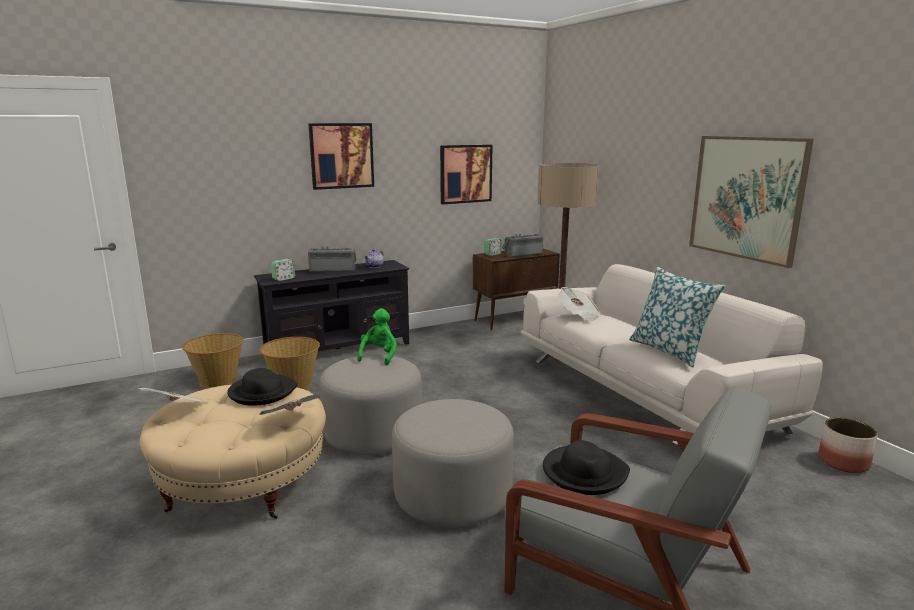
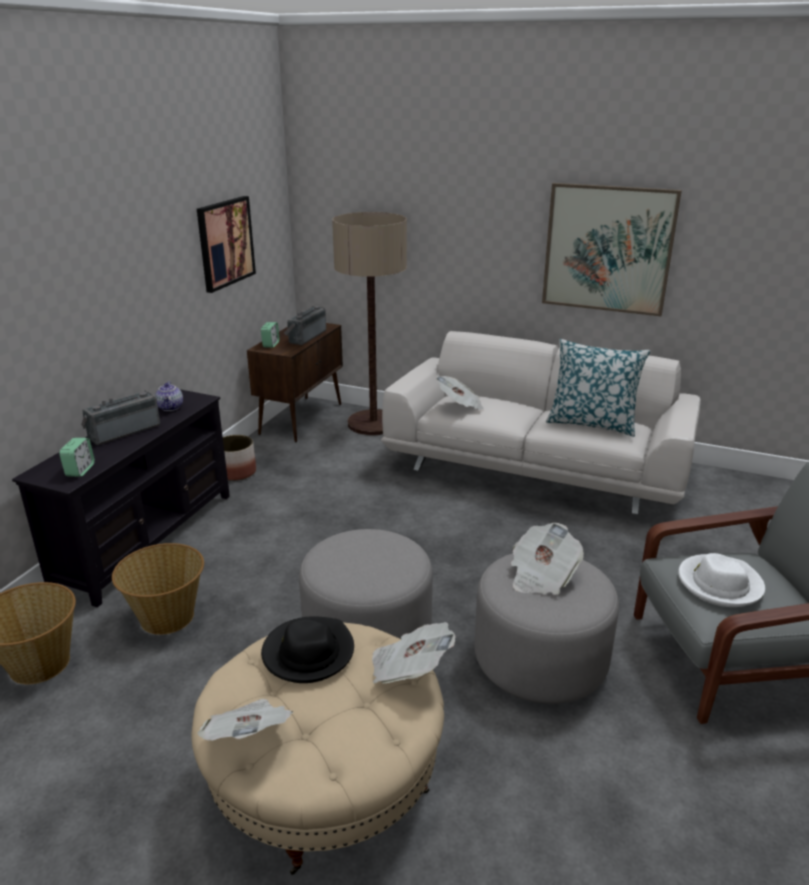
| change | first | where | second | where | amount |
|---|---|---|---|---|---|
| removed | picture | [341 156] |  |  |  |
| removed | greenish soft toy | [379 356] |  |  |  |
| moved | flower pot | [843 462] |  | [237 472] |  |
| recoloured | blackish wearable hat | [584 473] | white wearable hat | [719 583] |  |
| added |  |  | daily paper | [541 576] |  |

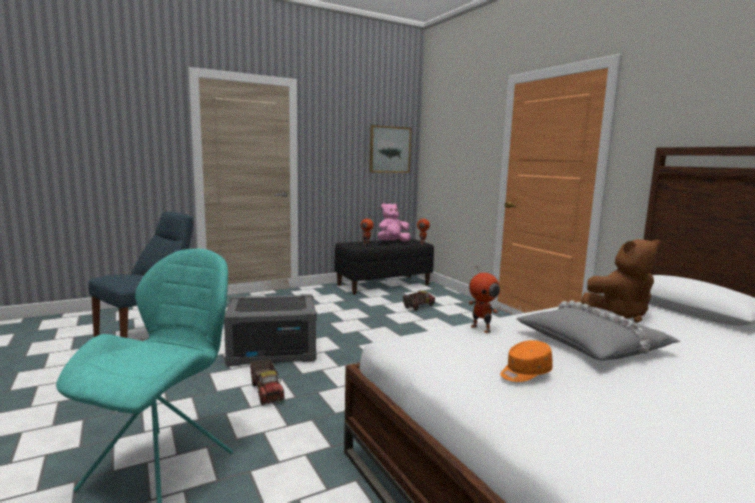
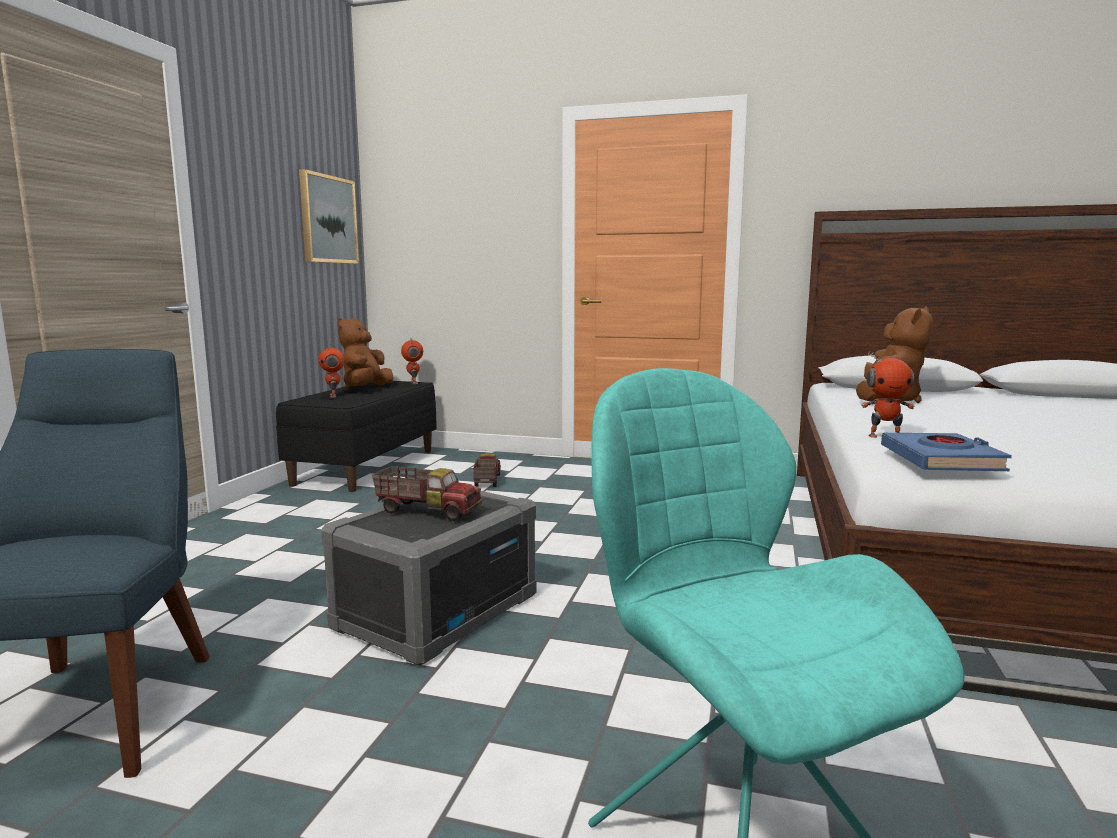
| change | first | where | second | where | amount |
|---|---|---|---|---|---|
| recoloured | pinkish soft toy | [392 242] | brown soft toy | [366 388] |  |
| removed | greyish pillow | [593 343] |  |  |  |
| removed | orange cap | [524 372] |  |  |  |
| moved | toy truck | [267 391] |  | [428 511] |  |
| added |  |  | blue-coloured bound book | [941 460] |  |

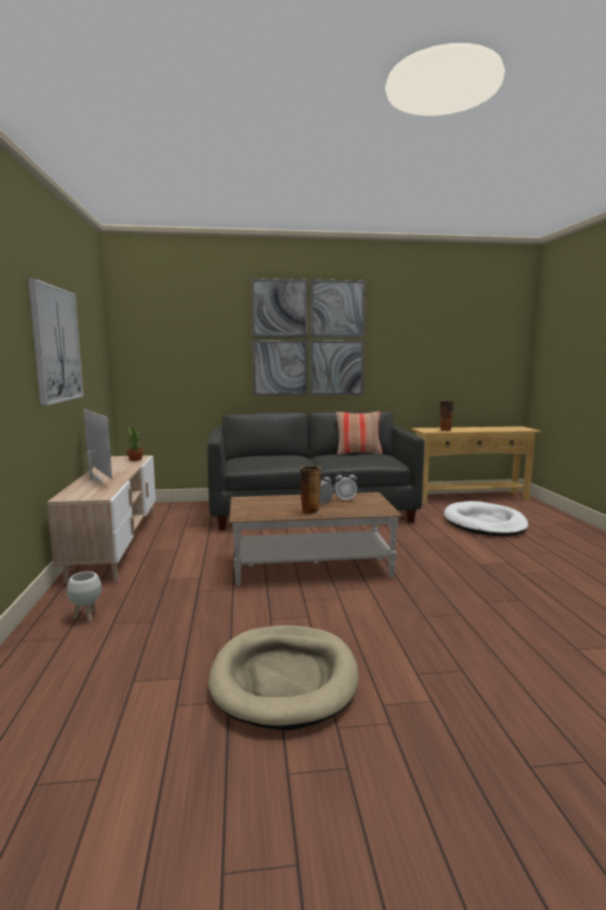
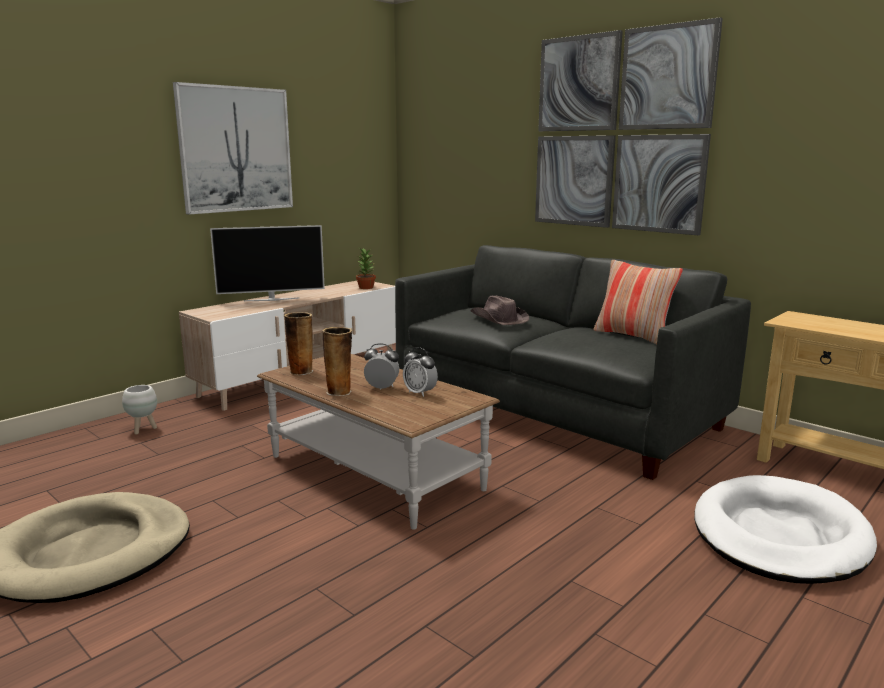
| change | first | where | second | where | amount |
|---|---|---|---|---|---|
| moved | decorative vase | [445 430] |  | [301 371] |  |
| turned | TV | [95 478] |  | [271 299] | 60 degrees clockwise |
| added |  |  | brown wearable hat | [499 319] |  |

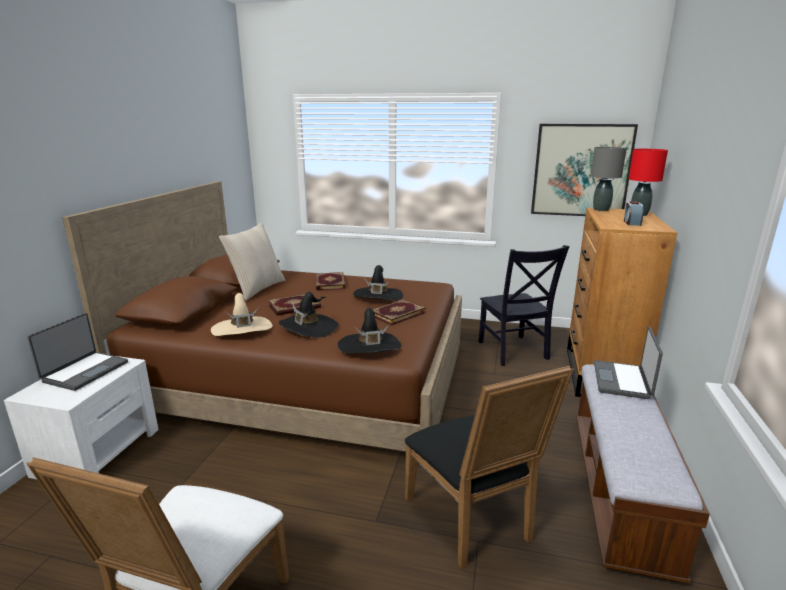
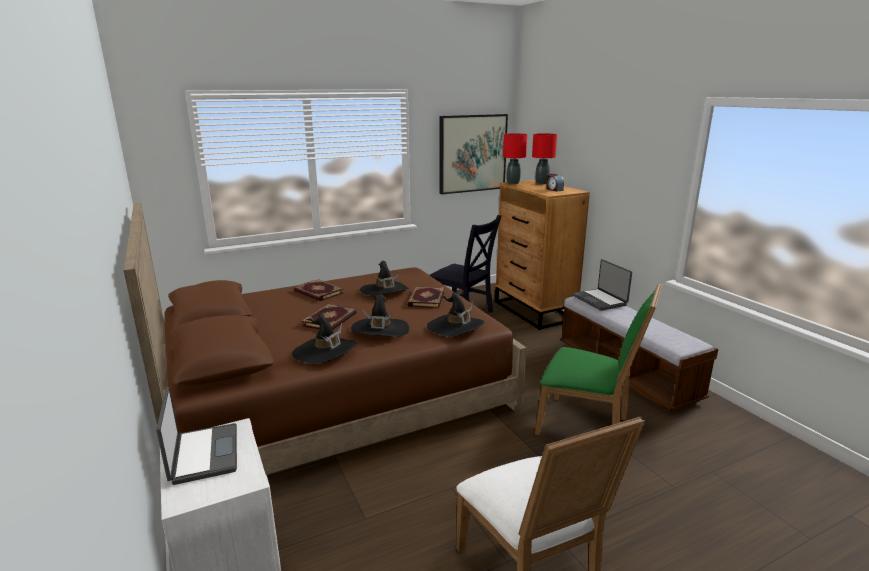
| change | first | where | second | where | amount |
|---|---|---|---|---|---|
| recoloured | greyish lamp for a table | [601 209] | reddish lamp for a table | [513 183] |  |
| removed | beige-coloured pillow | [257 289] |  |  |  |
| recoloured | beige-coloured wearable hat | [242 329] | blackish wearable hat | [325 352] |  |
| recoloured | blackish plain chair | [473 521] | greenish plain chair | [588 425] |  |

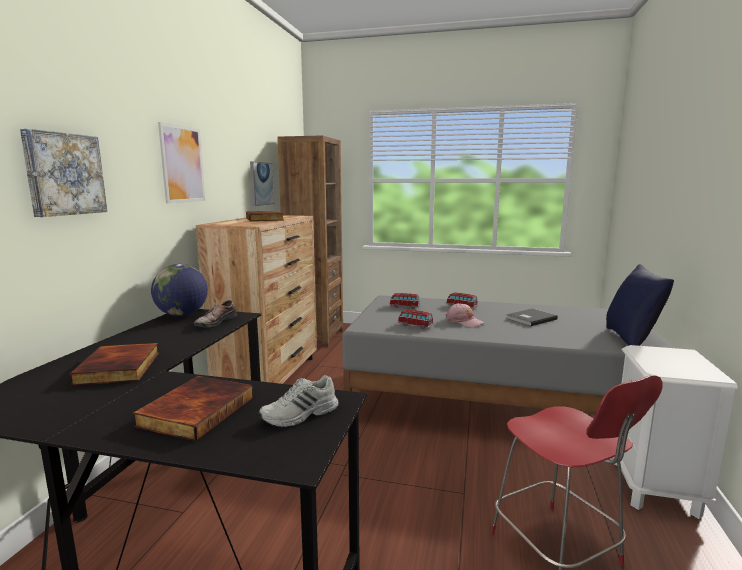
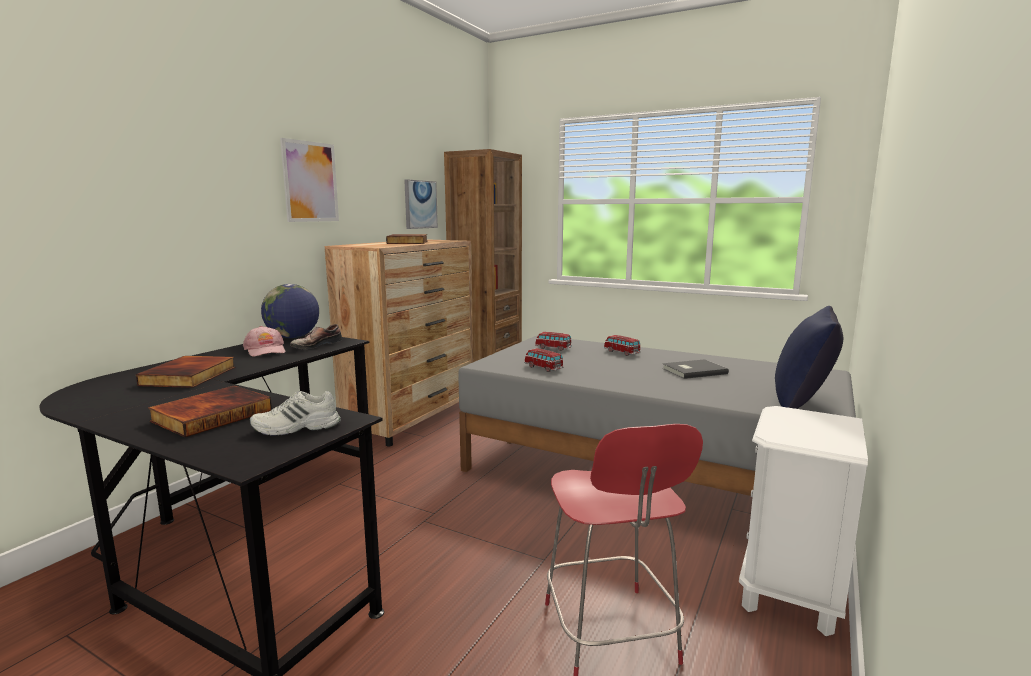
| change | first | where | second | where | amount |
|---|---|---|---|---|---|
| removed | picture | [63 174] |  |  |  |
| moved | pinkish cap | [464 321] |  | [265 350] |  |

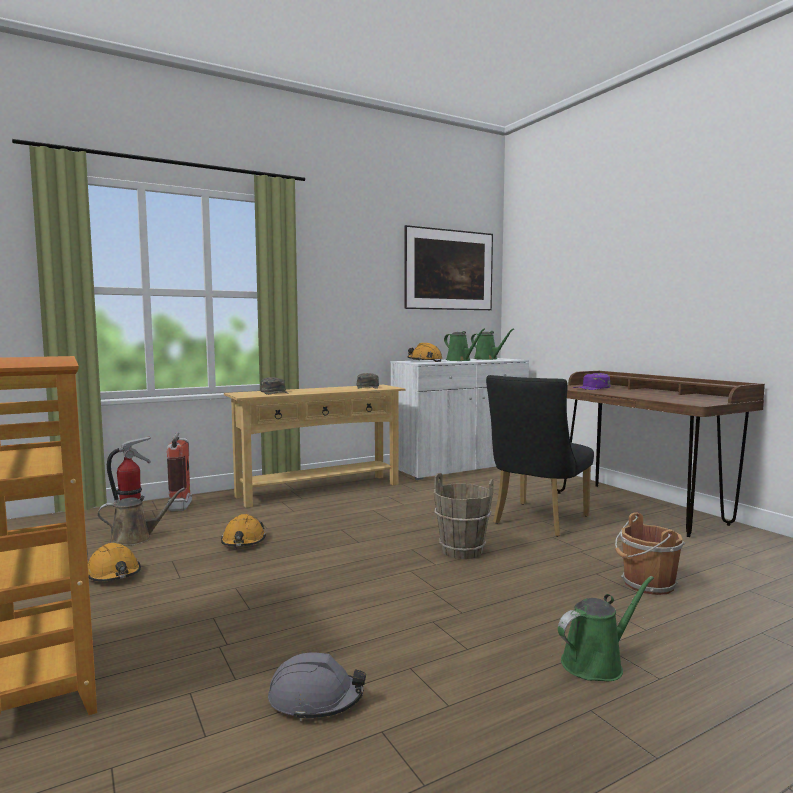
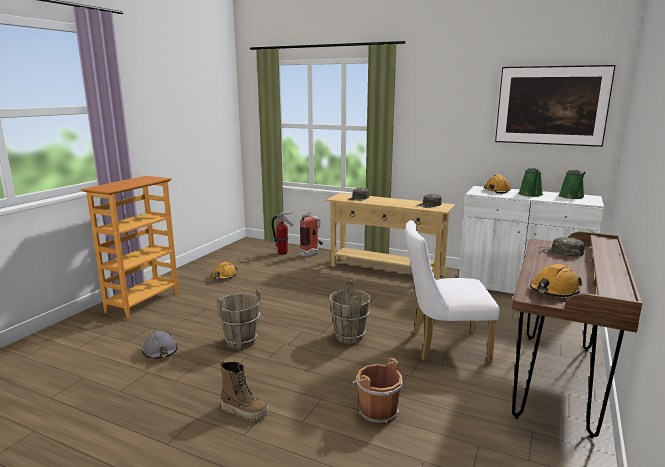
| change | first | where | second | where | amount |
|---|---|---|---|---|---|
| recoloured | purple-coloured cap | [592 388] | greenish cap | [560 252] |  |
| recoloured | blackish plain chair | [537 521] | white plain chair | [443 346] |  |
| removed | brown sprinkling can | [135 538] |  |  |  |
| moved | orange work helmet | [243 542] |  | [554 291] |  |
| replaced | greenish sprinkling can | [596 663] | tall boot | [244 411] |  |
| added |  |  | brown bucket | [241 341] |  |

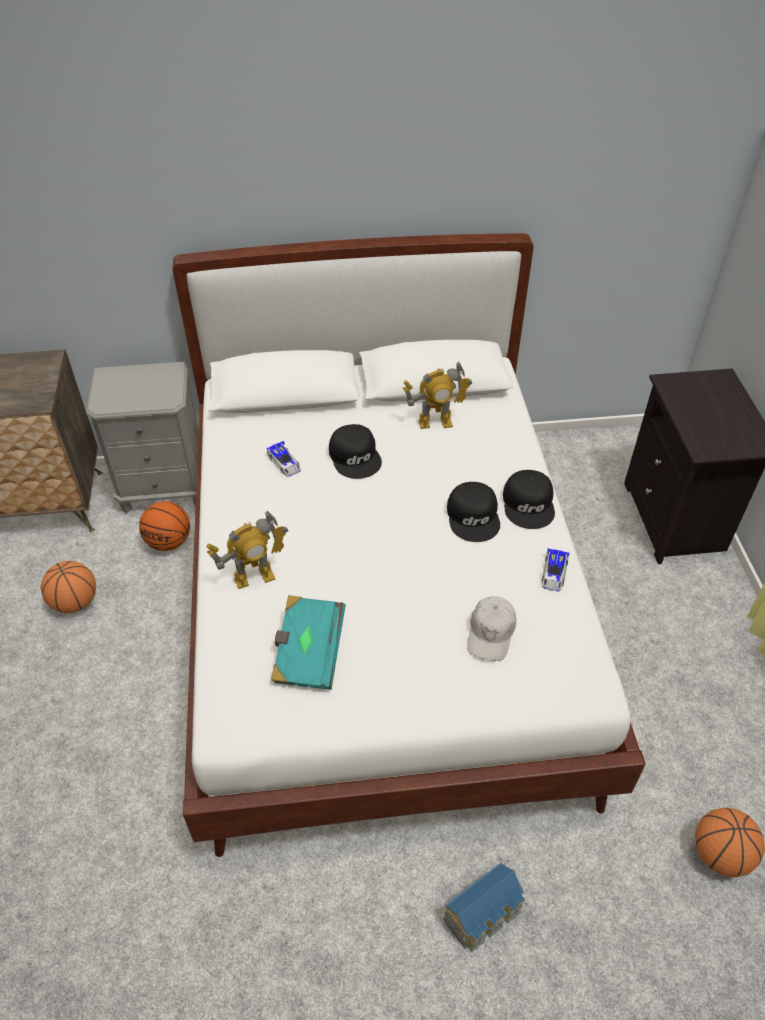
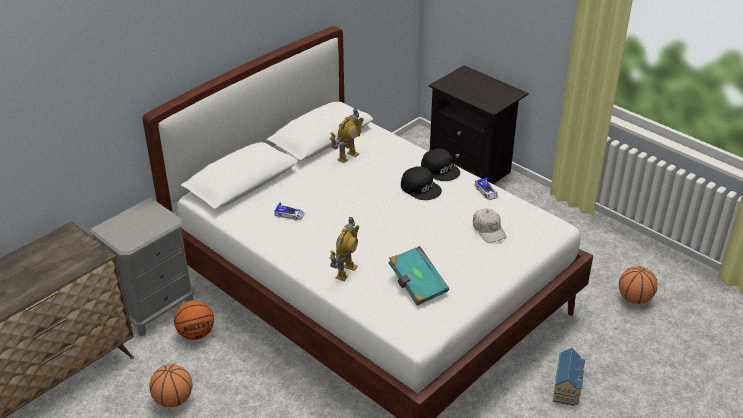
| change | first | where | second | where | amount |
|---|---|---|---|---|---|
| removed | blackish cap | [356 456] |  |  |  |

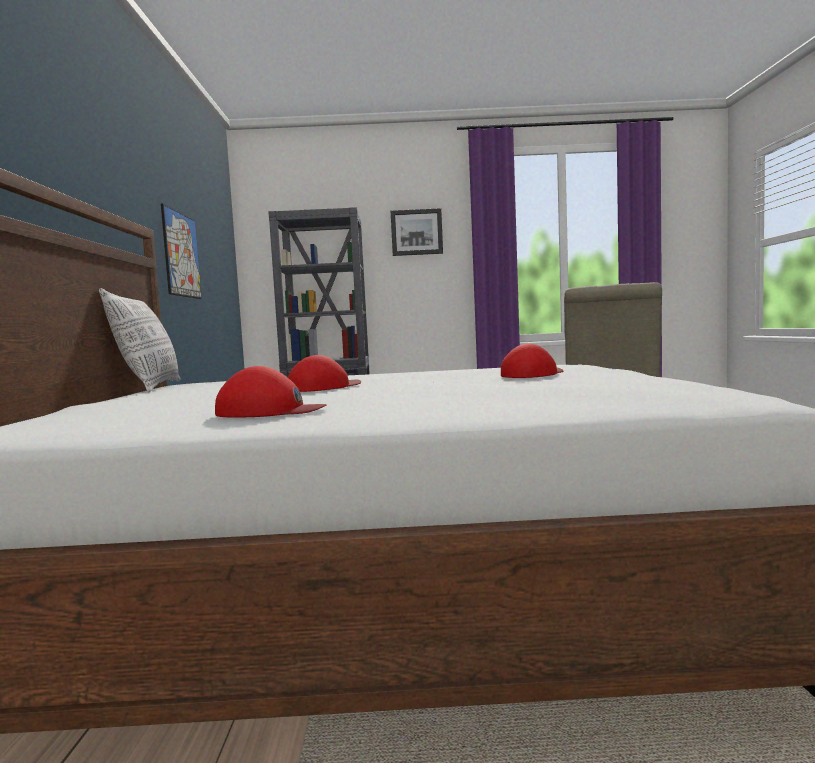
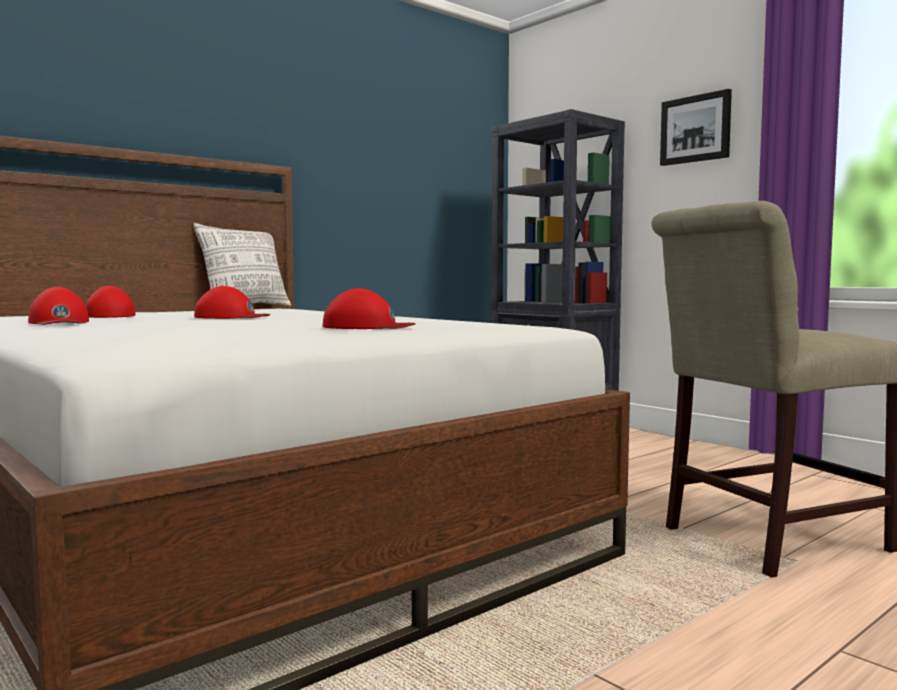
| change | first | where | second | where | amount |
|---|---|---|---|---|---|
| removed | picture | [181 255] |  |  |  |
| added |  |  | reddish cap | [111 315] |  |

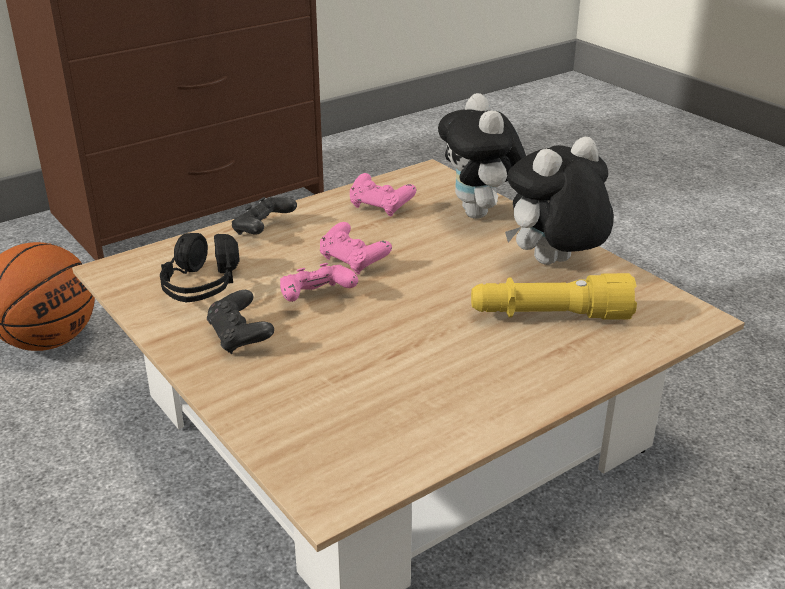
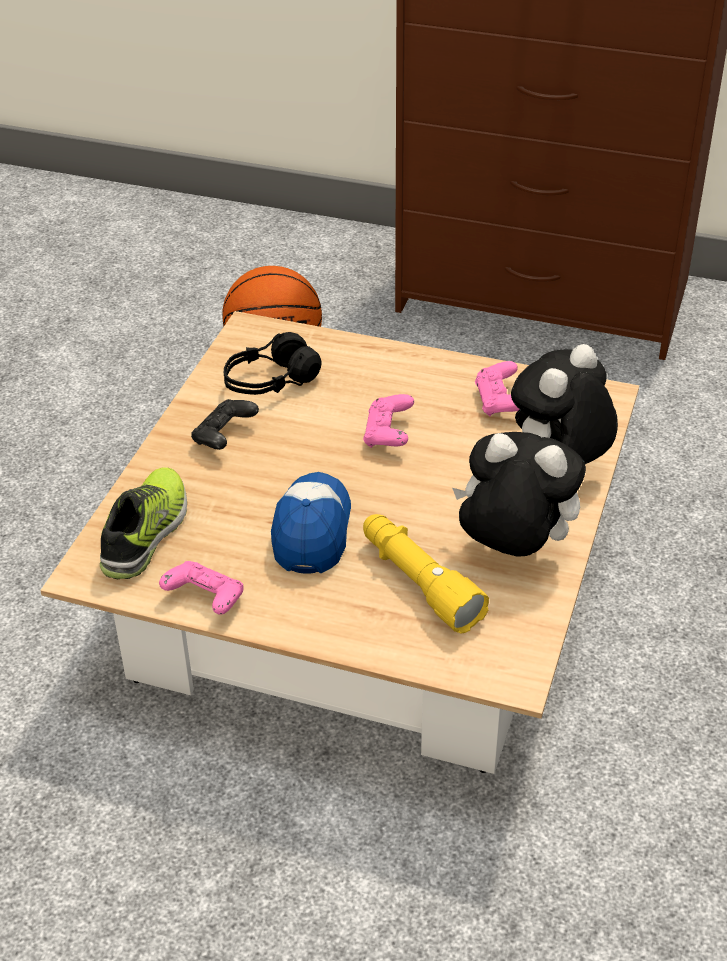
| change | first | where | second | where | amount |
|---|---|---|---|---|---|
| removed | blackish joypad | [263 230] |  |  |  |
| moved | pinkish joypad | [316 298] |  | [206 599] |  |
| added |  |  | shoe | [147 532] |  |
| added |  |  | cap | [312 530] |  |

